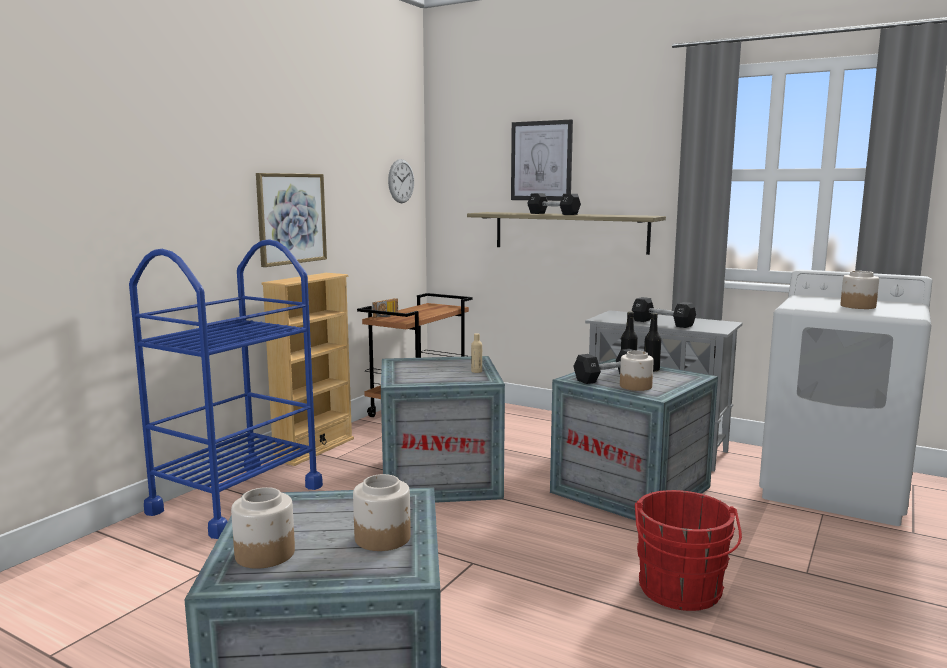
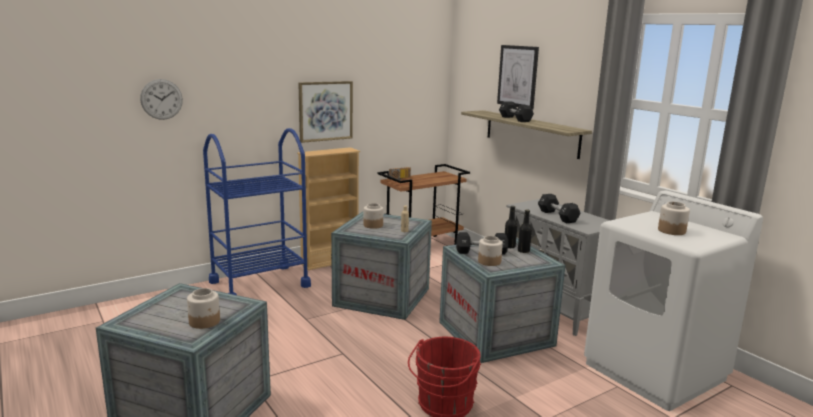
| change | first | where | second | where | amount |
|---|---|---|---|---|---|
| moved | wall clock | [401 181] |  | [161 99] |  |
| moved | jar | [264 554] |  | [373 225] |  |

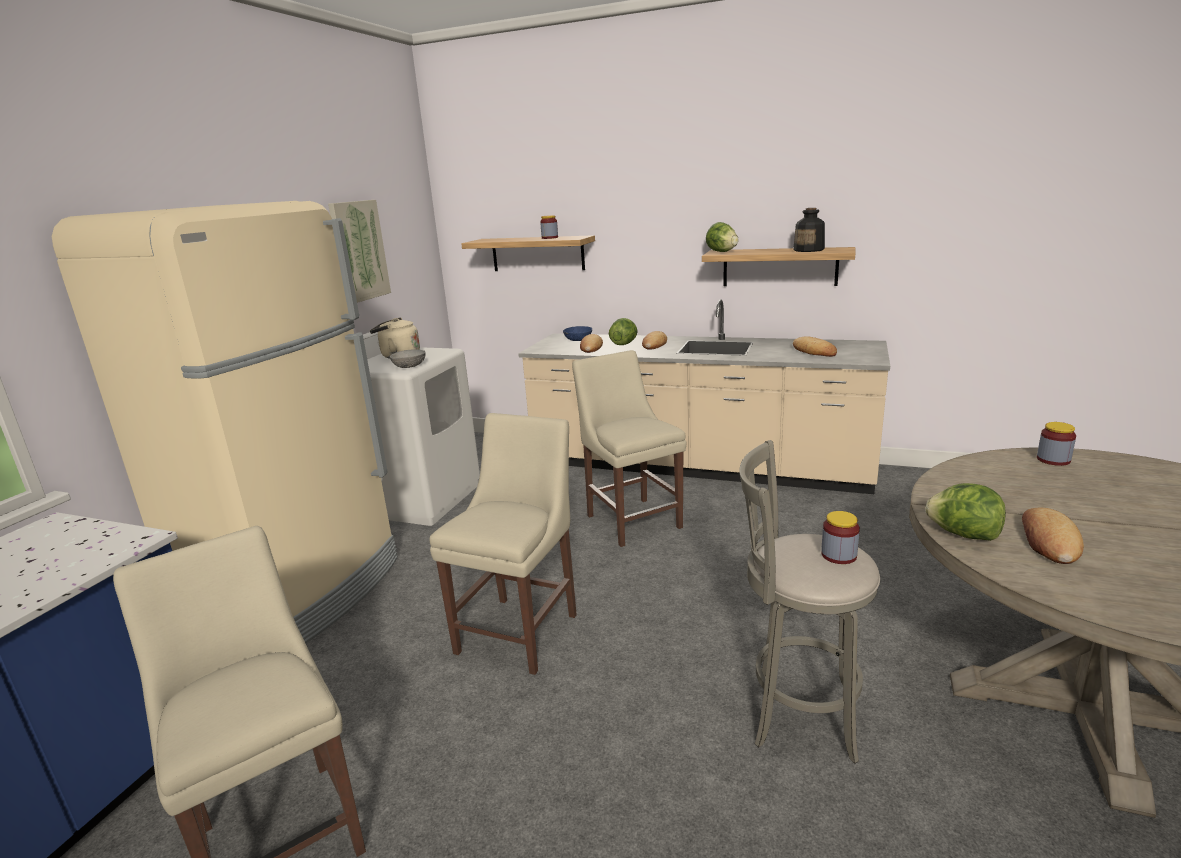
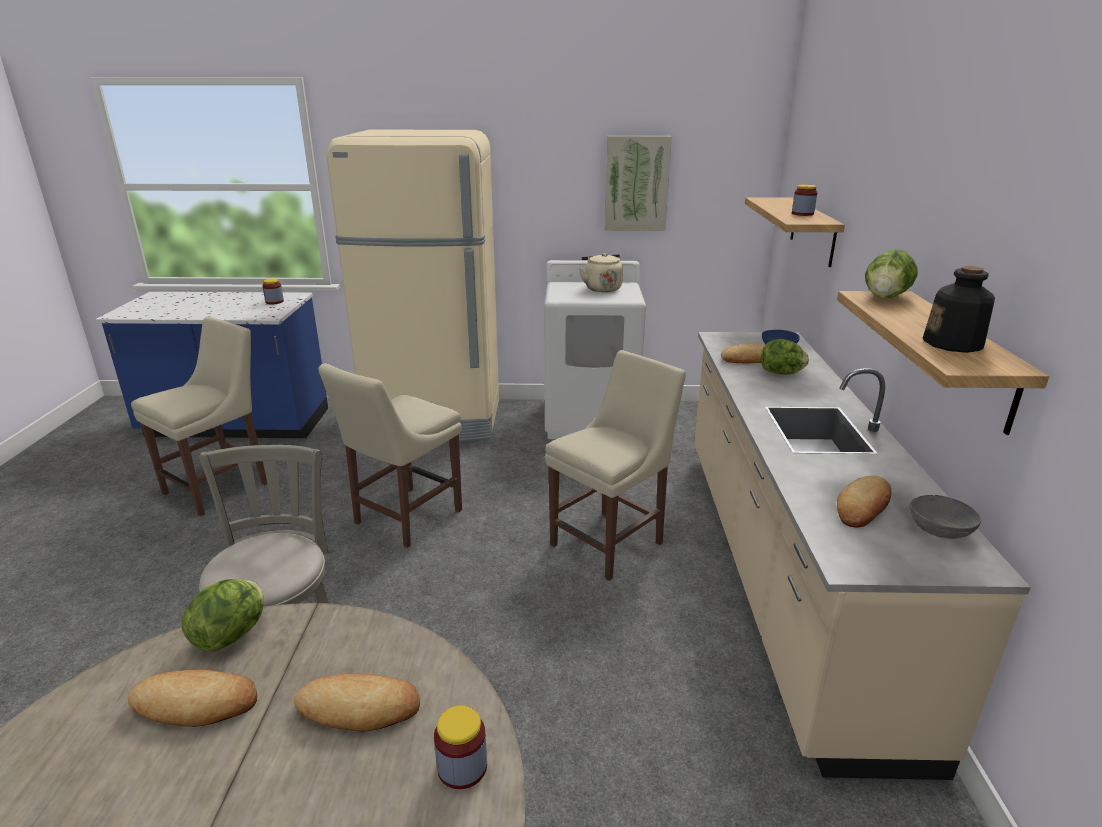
| change | first | where | second | where | amount |
|---|---|---|---|---|---|
| moved | baked bread | [654 344] |  | [359 708] |  |
| moved | greyish bowl | [410 366] |  | [940 530] |  |
| turned | beige-coloured plain chair | [521 630] |  | [404 518] | 120 degrees clockwise |
| moved | jar | [839 555] |  | [274 302] |  |

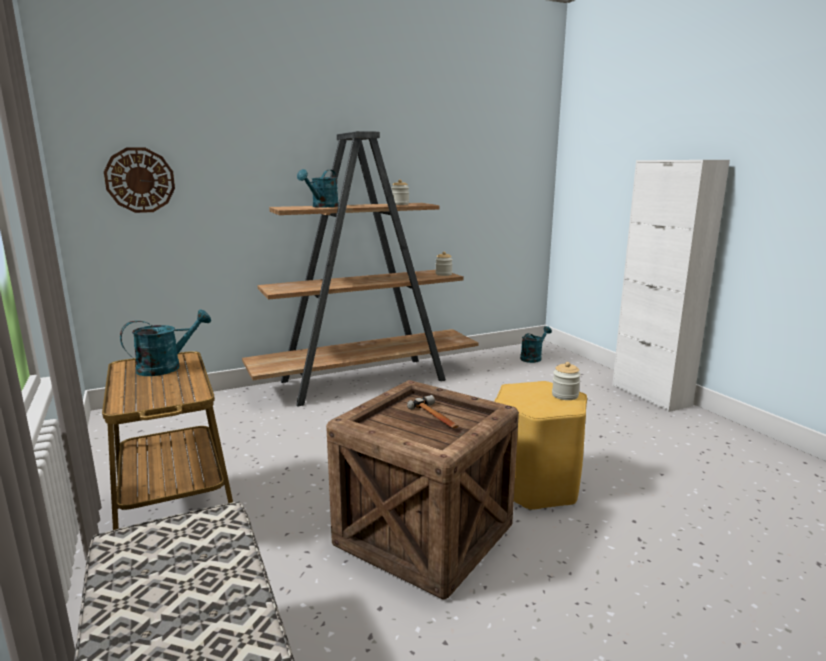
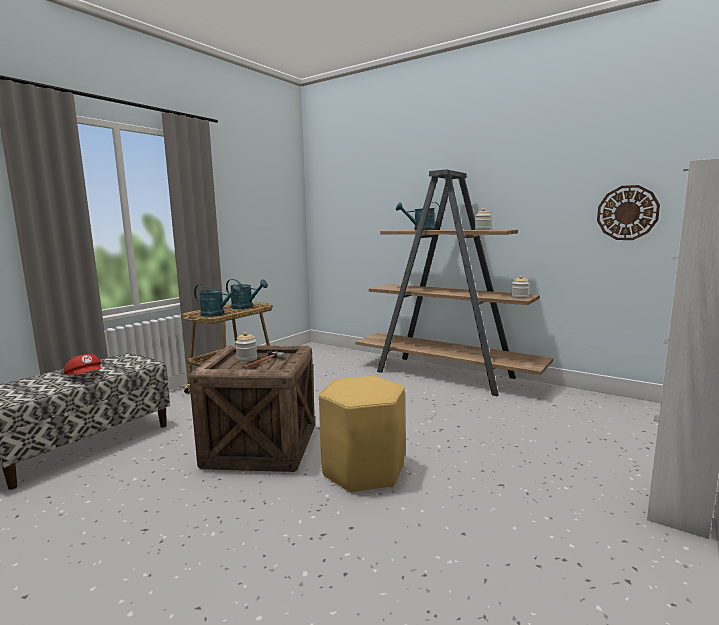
| change | first | where | second | where | amount |
|---|---|---|---|---|---|
| moved | wall clock | [140 180] |  | [627 213] |  |
| moved | turquoise sprinkling can | [533 358] |  | [216 314] |  |
| moved | jar | [565 395] |  | [247 359] |  |
| added |  |  | reddish cap | [85 376] |  |

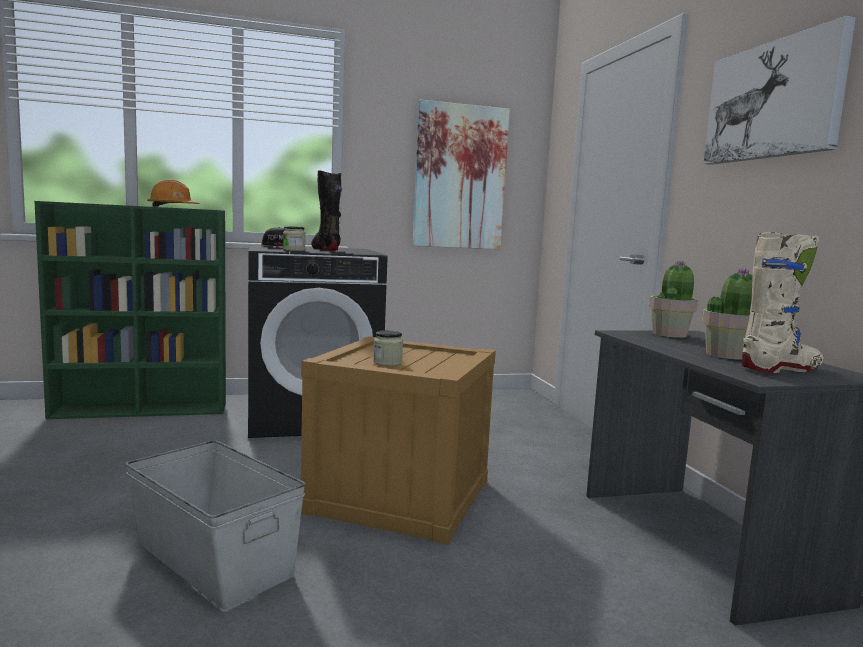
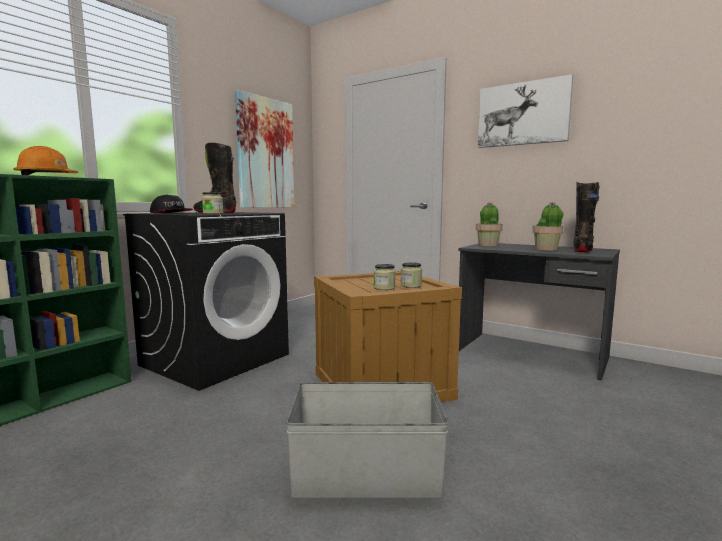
| change | first | where | second | where | amount |
|---|---|---|---|---|---|
| recoloured | beige-coloured tall boot | [781 369] | blackish tall boot | [582 250] |  |
| added |  |  | jar | [411 285] |  |

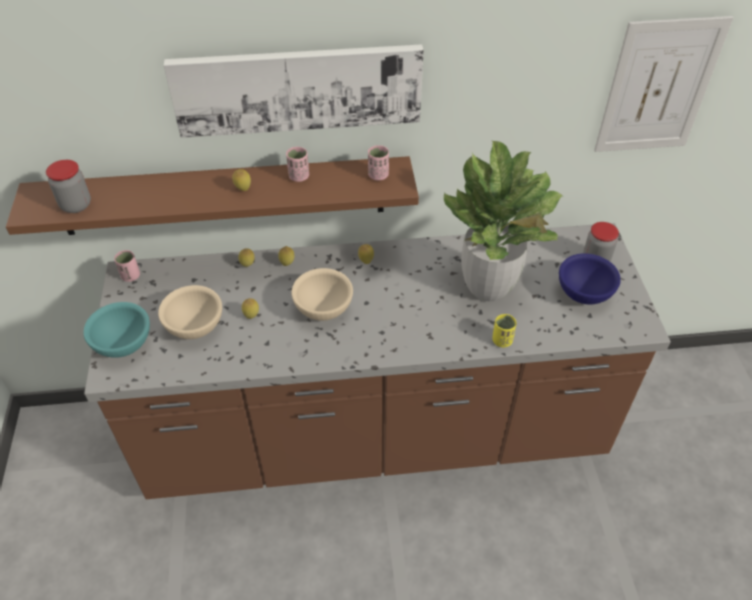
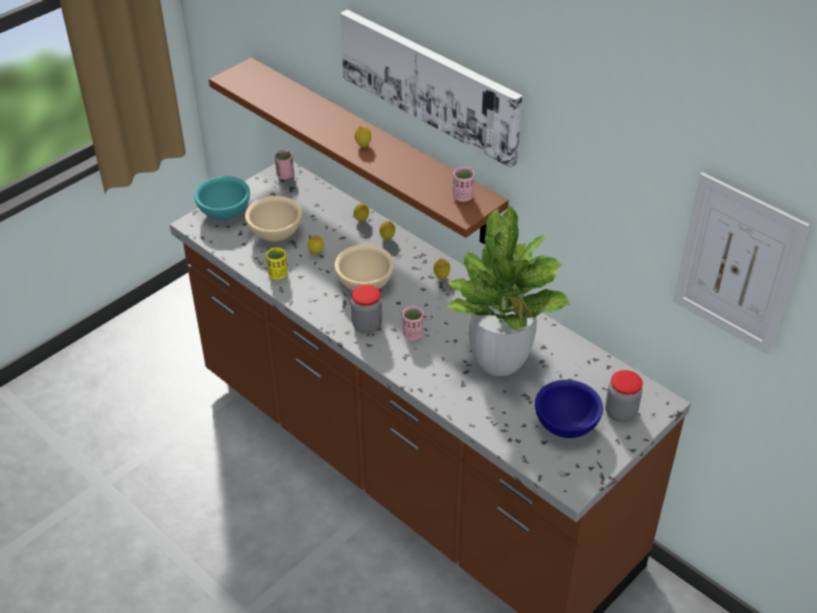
| change | first | where | second | where | amount |
|---|---|---|---|---|---|
| moved | pinkish drinking cup | [299 176] |  | [412 334] |  |
| moved | jar | [76 205] |  | [367 325] |  |
| moved | yellow drinking cup | [502 340] |  | [278 274] |  |

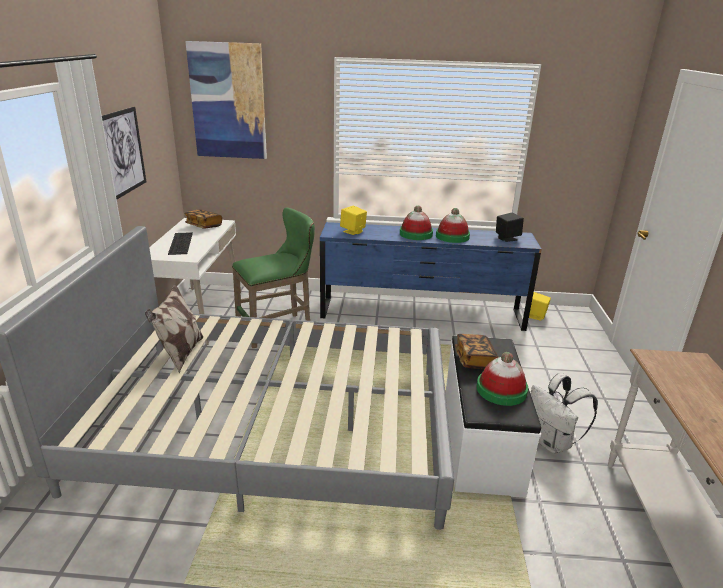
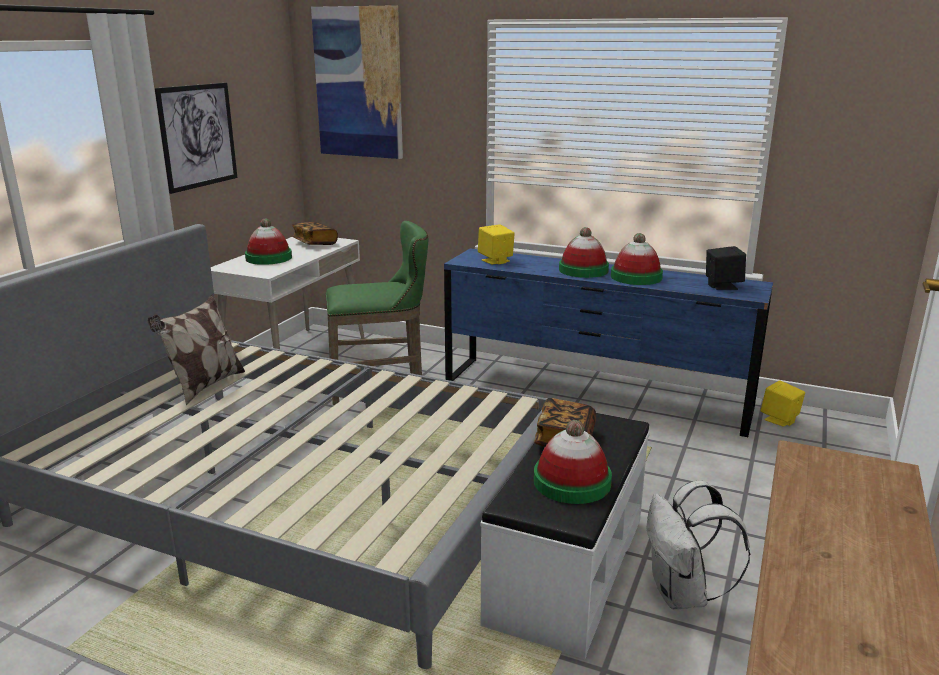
| change | first | where | second | where | amount |
|---|---|---|---|---|---|
| replaced | PC keyboard | [179 243] | wearable hat | [268 258] |  |

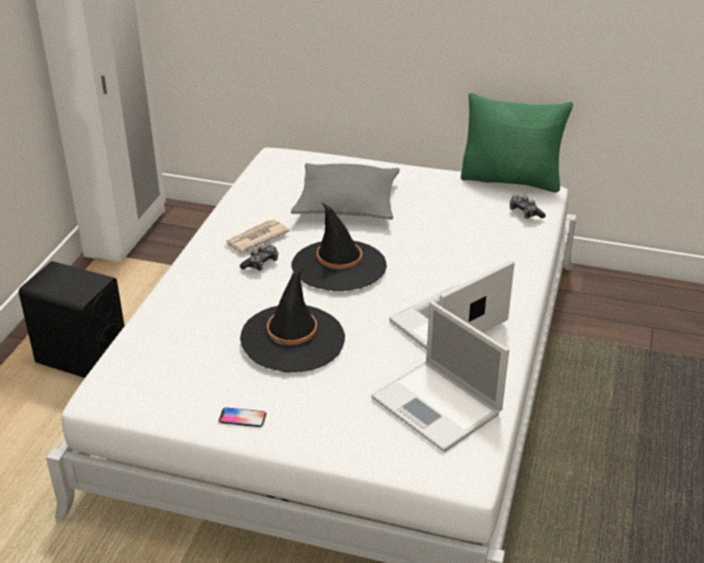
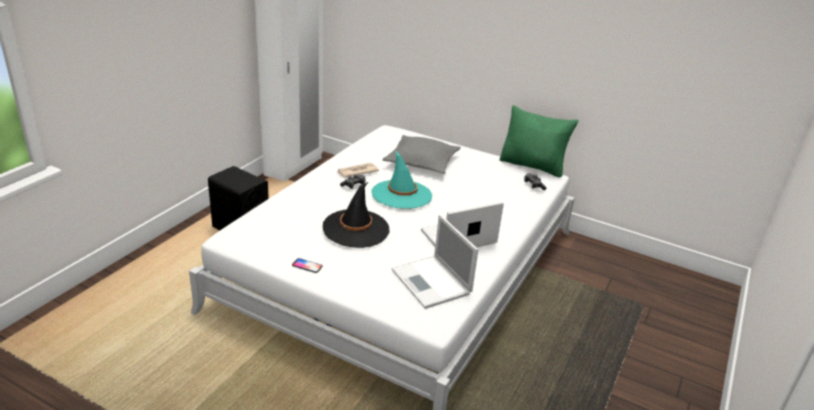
| change | first | where | second | where | amount |
|---|---|---|---|---|---|
| recoloured | blackish wearable hat | [339 266] | turquoise wearable hat | [401 194] |  |

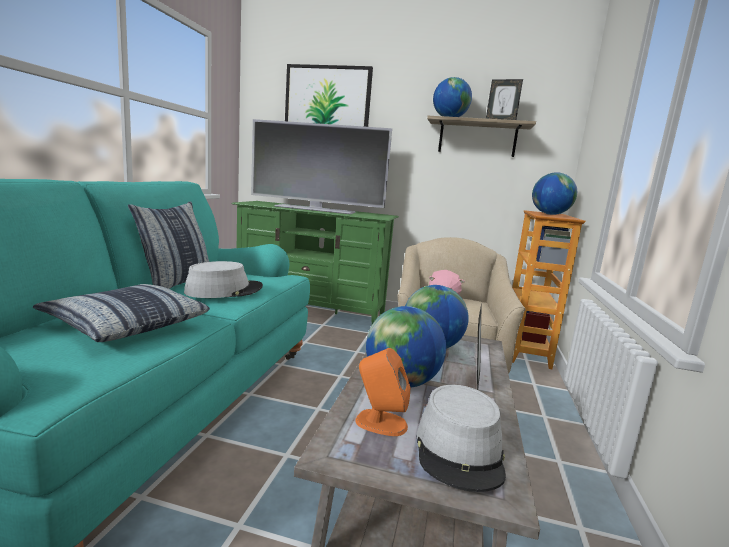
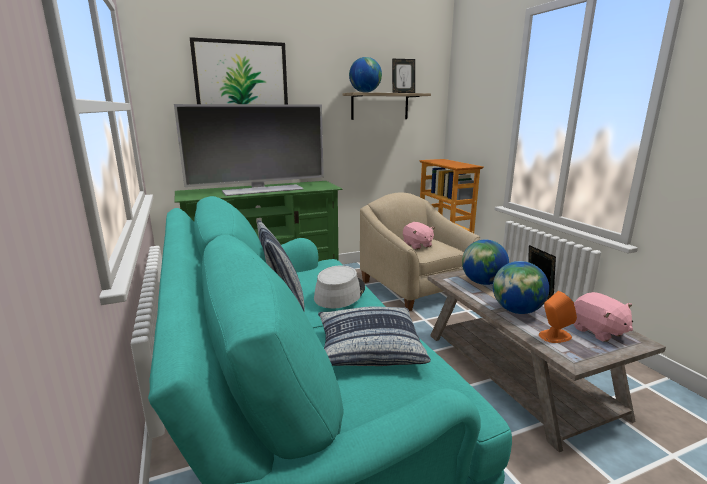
| change | first | where | second | where | amount |
|---|---|---|---|---|---|
| removed | world globe | [550 214] |  |  |  |
| replaced | greyish wearable hat | [460 450] | pinkish soft toy | [597 331] |  |

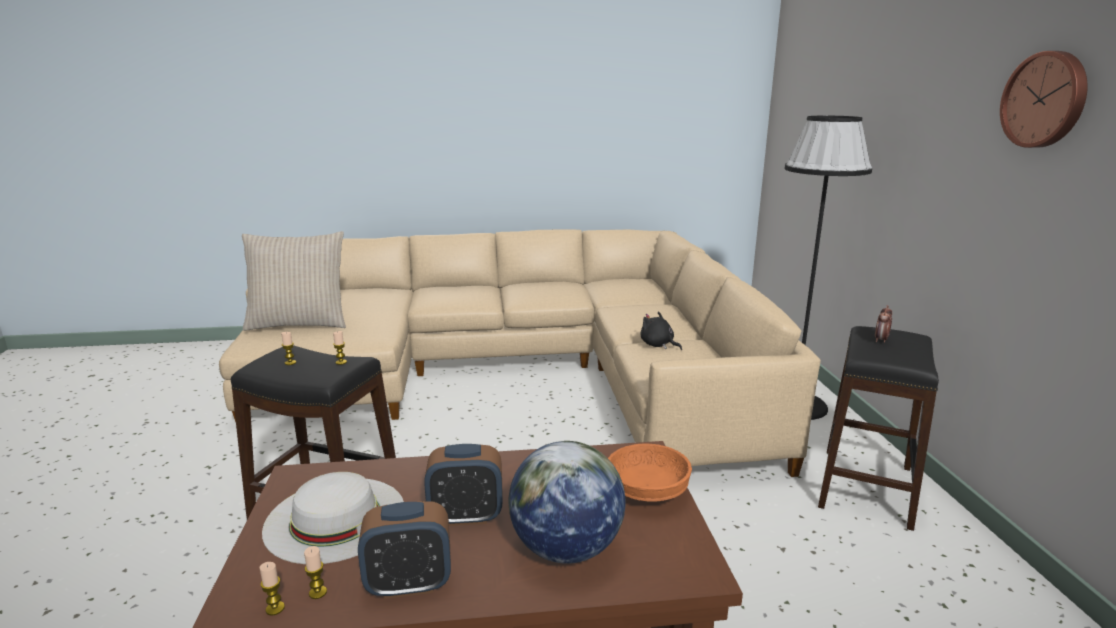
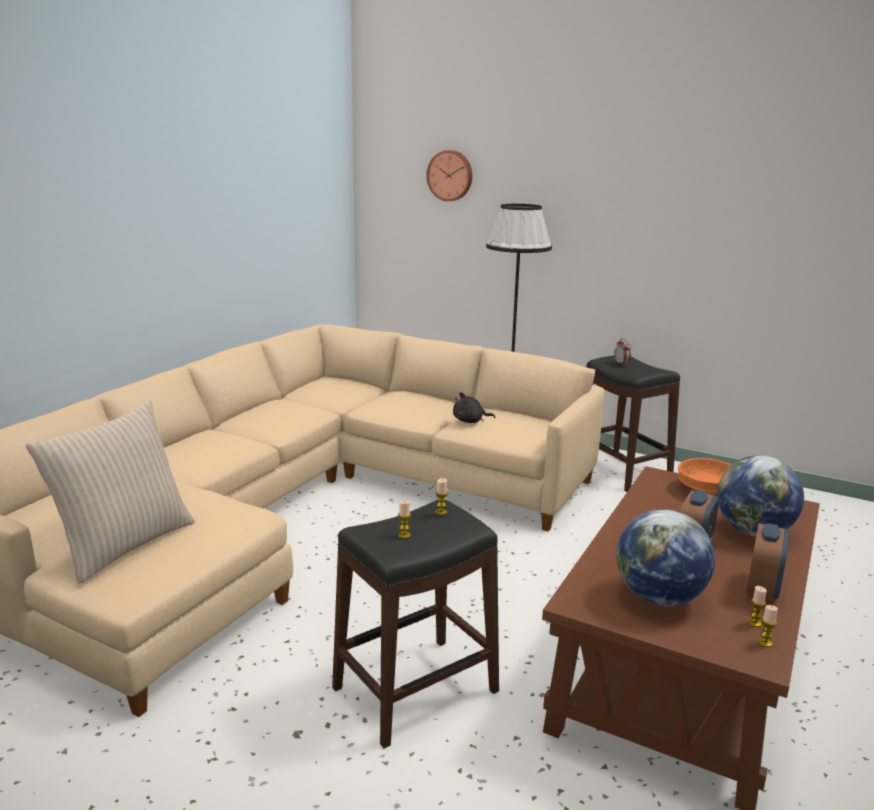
| change | first | where | second | where | amount |
|---|---|---|---|---|---|
| moved | wall clock | [1046 100] |  | [450 175] |  |
| replaced | white wearable hat | [335 518] | world globe | [658 598] |  |

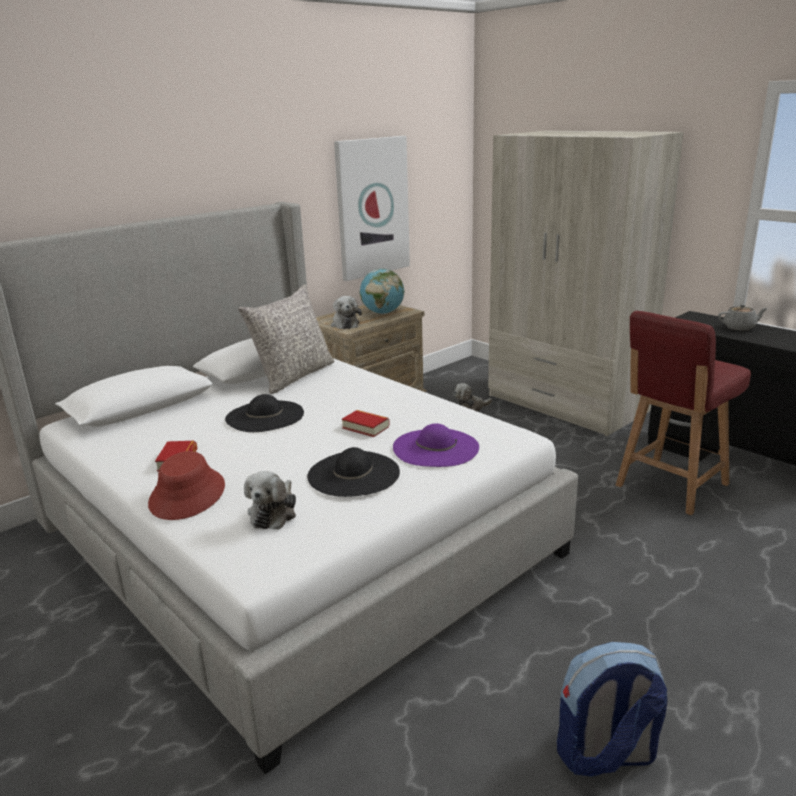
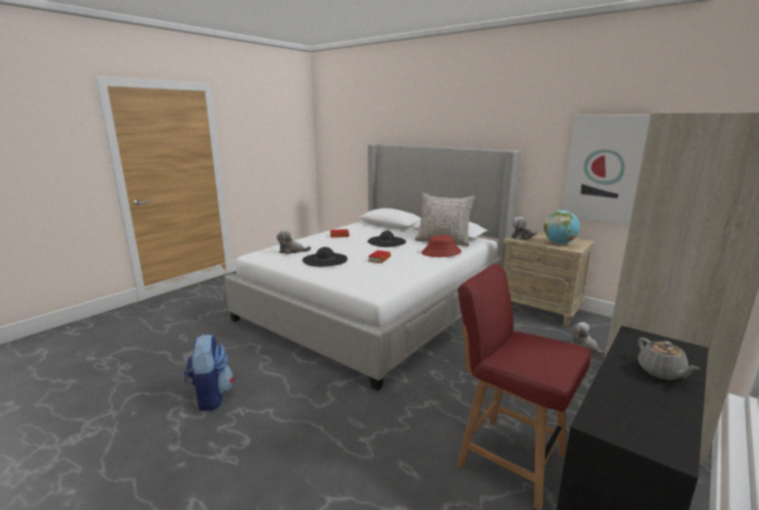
| change | first | where | second | where | amount |
|---|---|---|---|---|---|
| removed | purple-coloured wearable hat | [435 447] |  |  |  |
| moved | reddish wearable hat | [188 495] |  | [441 253] |  |

